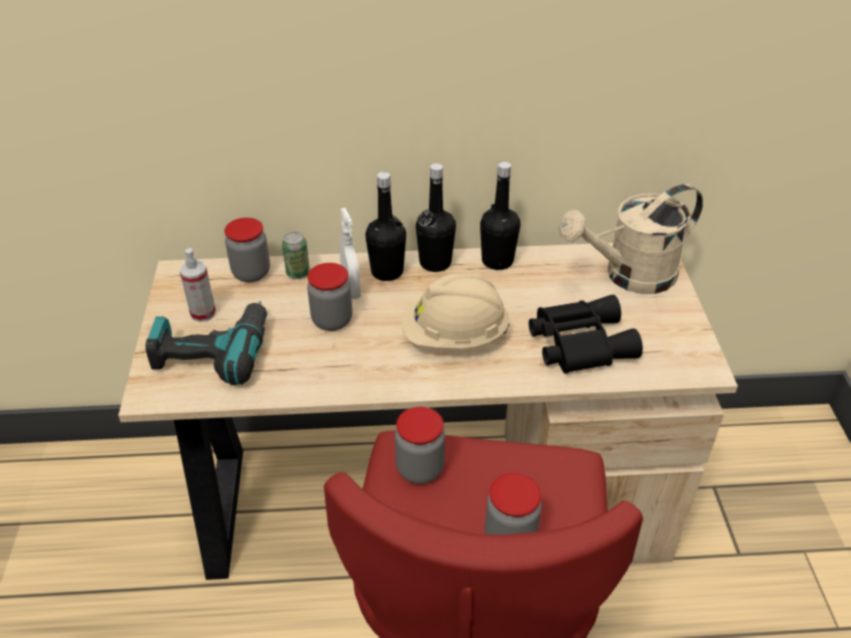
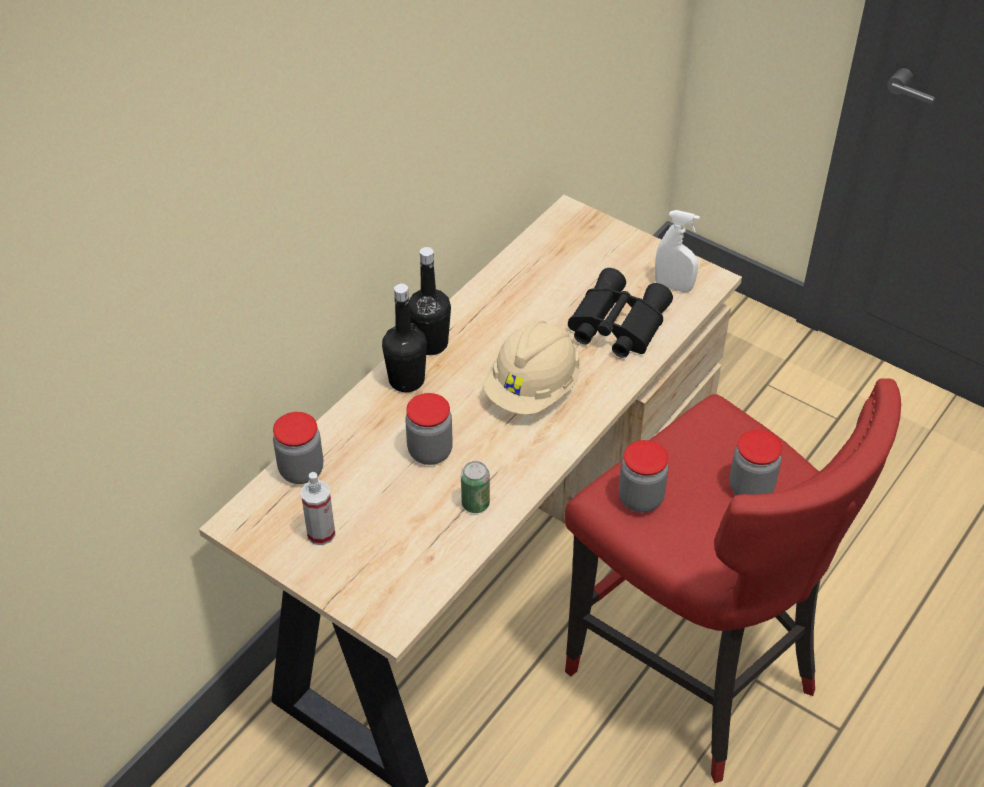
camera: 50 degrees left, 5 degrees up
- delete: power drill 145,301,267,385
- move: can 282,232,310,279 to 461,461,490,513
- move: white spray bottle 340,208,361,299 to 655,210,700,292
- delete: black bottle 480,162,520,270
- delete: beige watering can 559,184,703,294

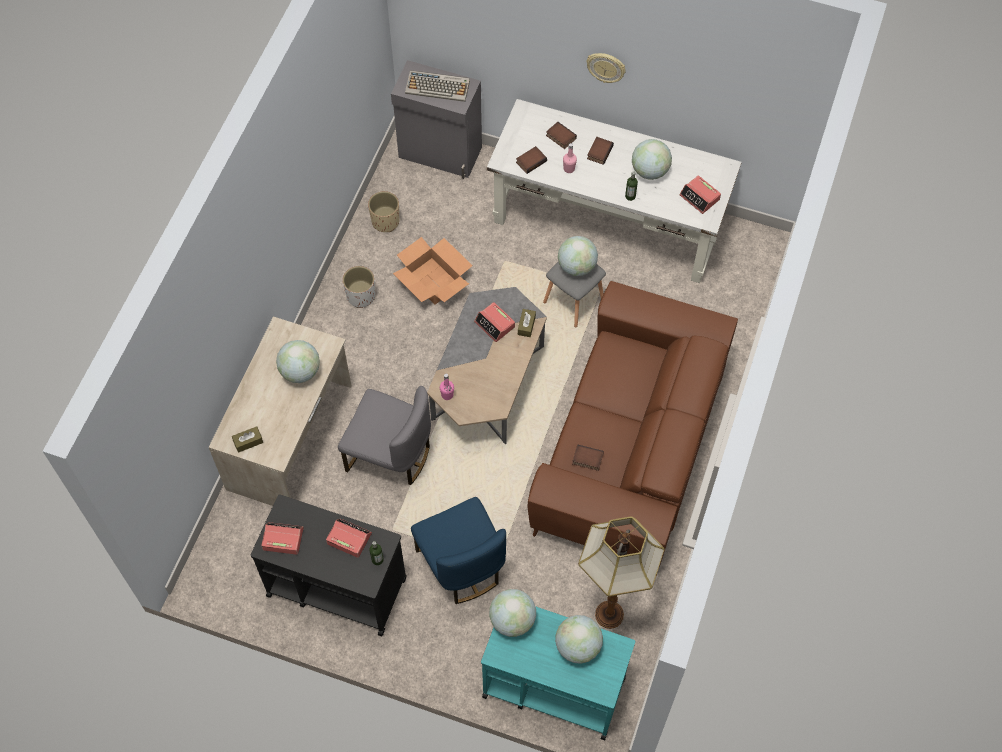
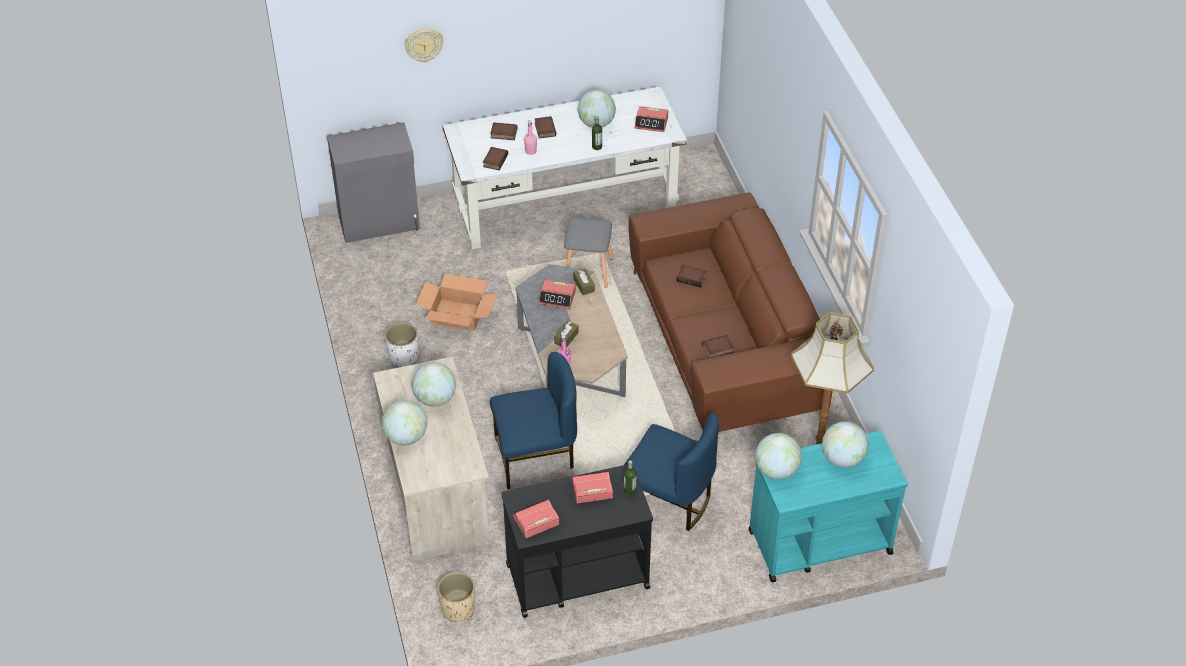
camera: 35 degrees left, 15 degrees down
- move: brown tissue box 232,426,263,453 to 554,321,579,348
- recolor: grey chair 338,386,431,485 to blue chair 490,352,577,489
- move: beige planter 368,191,400,232 to 438,572,475,622
- delete: keyboard 405,70,470,102
- move: globe 558,236,598,276 to 382,400,427,446
- move: wall clock 586,53,626,83 to 405,29,444,62
- insert: book 677,265,707,288

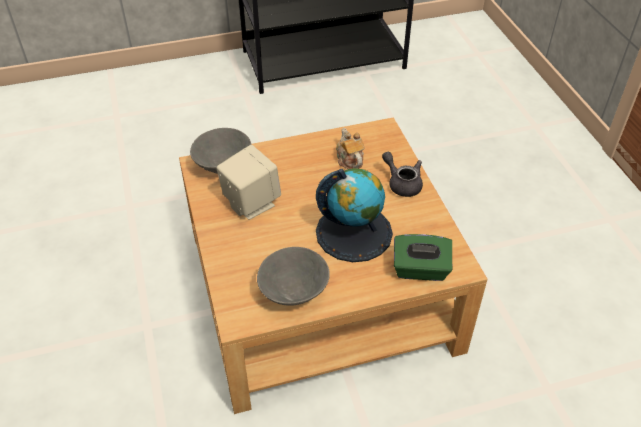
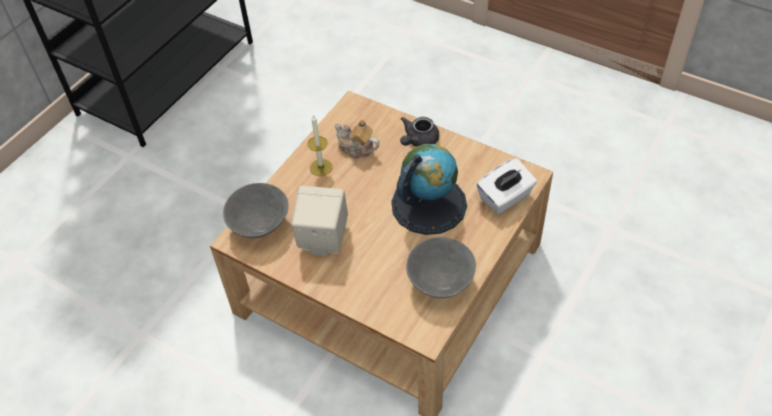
camera: 40 degrees left, 5 degrees up
- rotate: grey teapot 382,152,423,197 = 400,117,439,147 60 degrees counterclockwise
- recolor: green tissue box 394,234,452,281 to white tissue box 477,158,537,214
- insert: candle 308,115,333,176

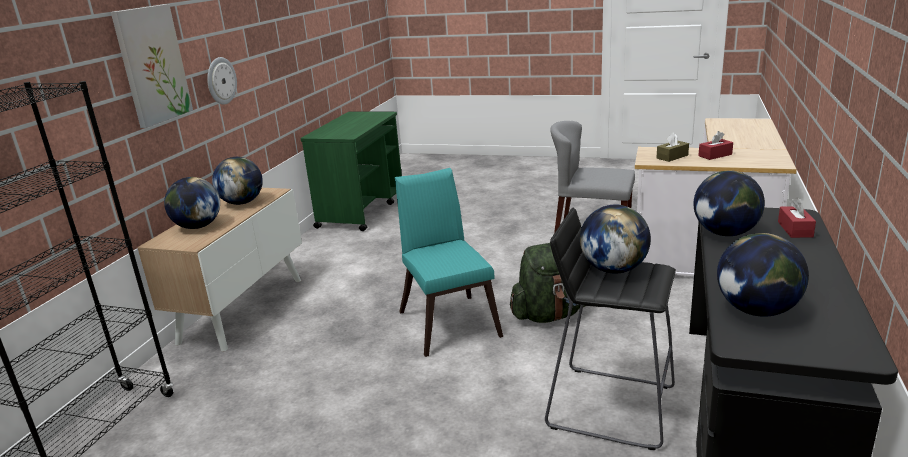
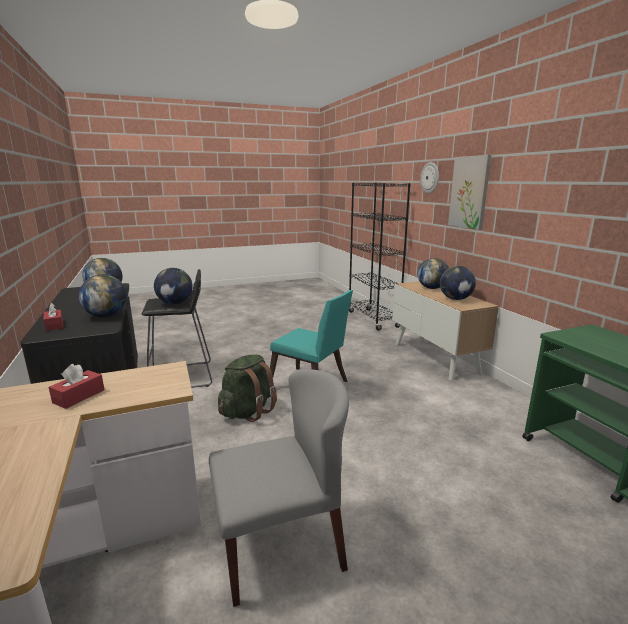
camera: 140 degrees right, 5 degrees down
- move: wall clock 207,57,237,105 to 420,162,439,193
- delete: brown tissue box 657,132,689,162

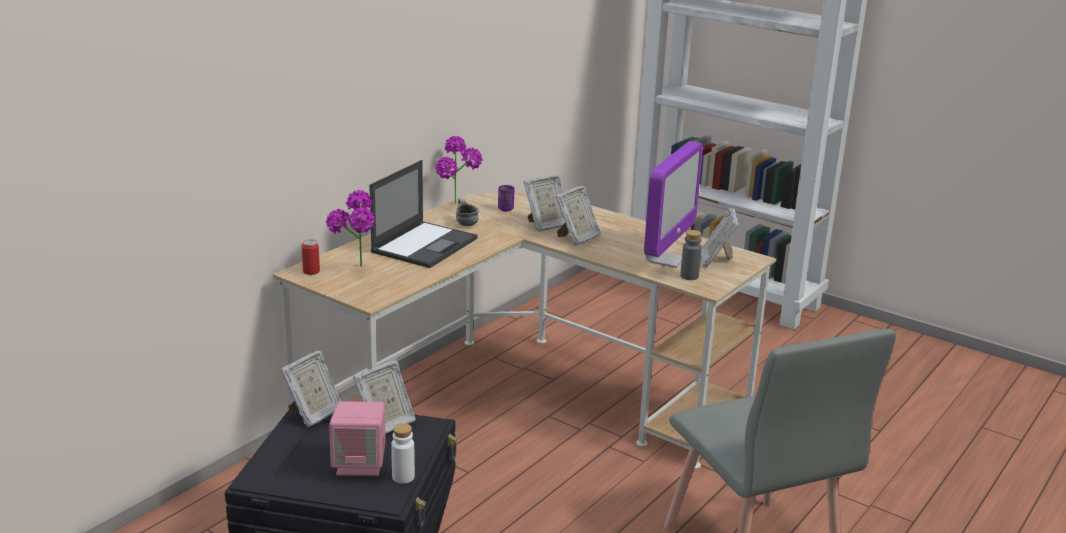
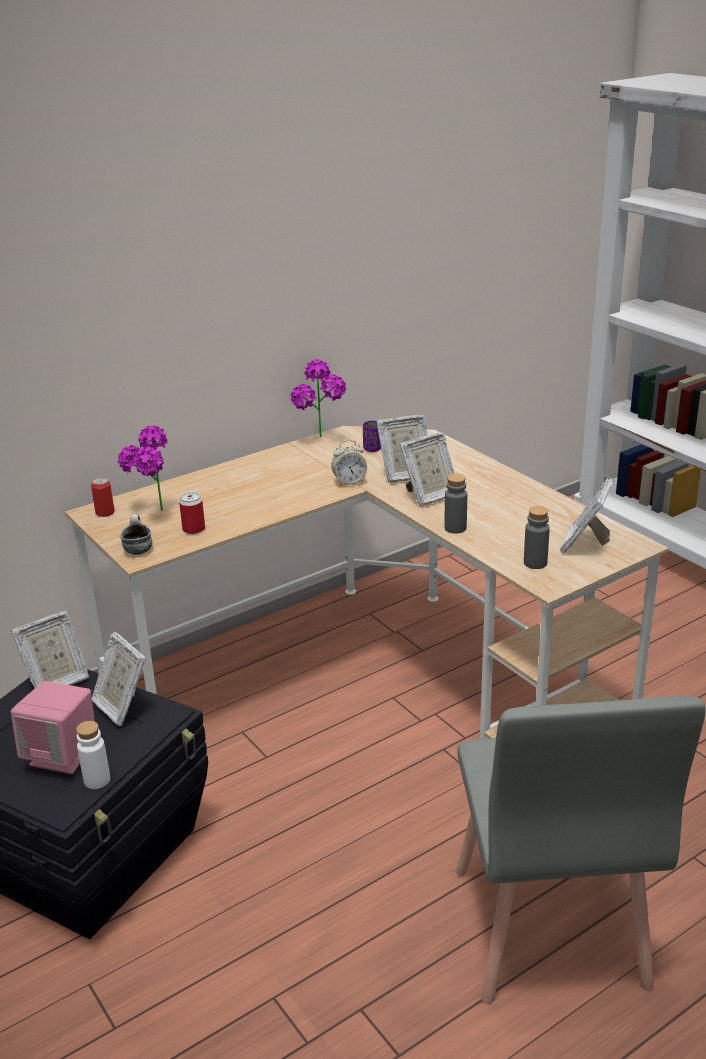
camera: 20 degrees right, 5 degrees up
- rotate: picture frame 353,360,416,434 = 92,632,146,726 75 degrees clockwise
- delete: laptop 369,160,478,268
- move: mug 456,198,479,226 to 119,514,152,555
- delete: monitor 644,141,703,268
- insert: can 179,492,205,534
- insert: alarm clock 331,440,367,486
- insert: grey bottle 445,474,467,534

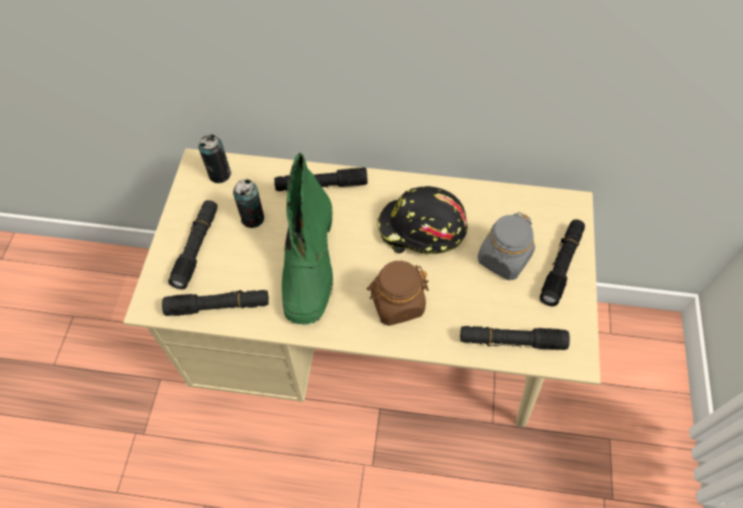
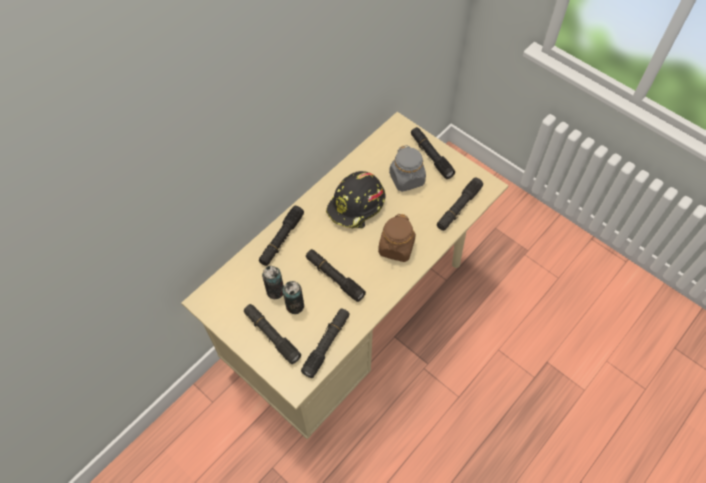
camera: 55 degrees left, 0 degrees up
- move: can 199,134,231,183 to 283,281,304,314
- replace: green boot 282,153,333,325 to black flashlight 306,249,366,302

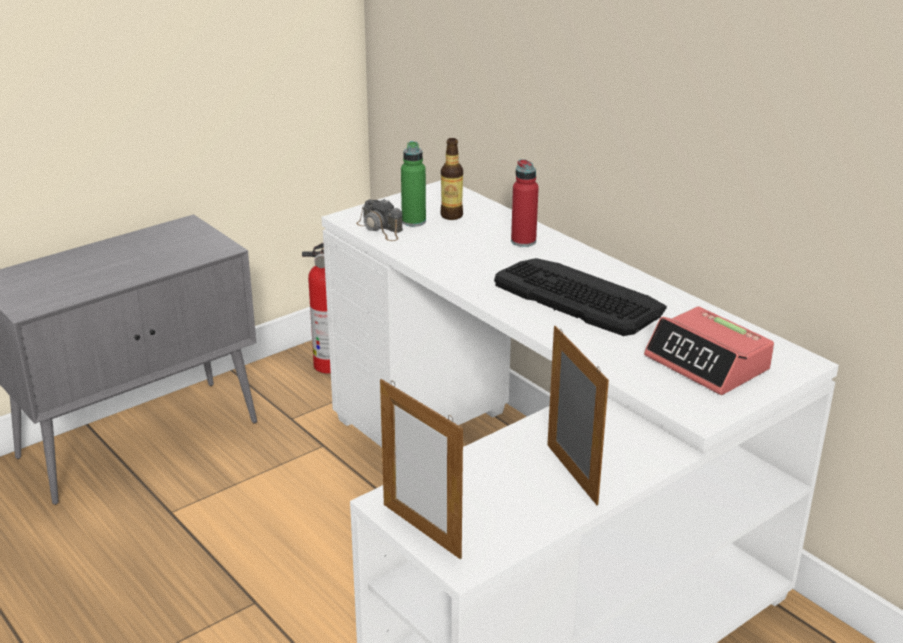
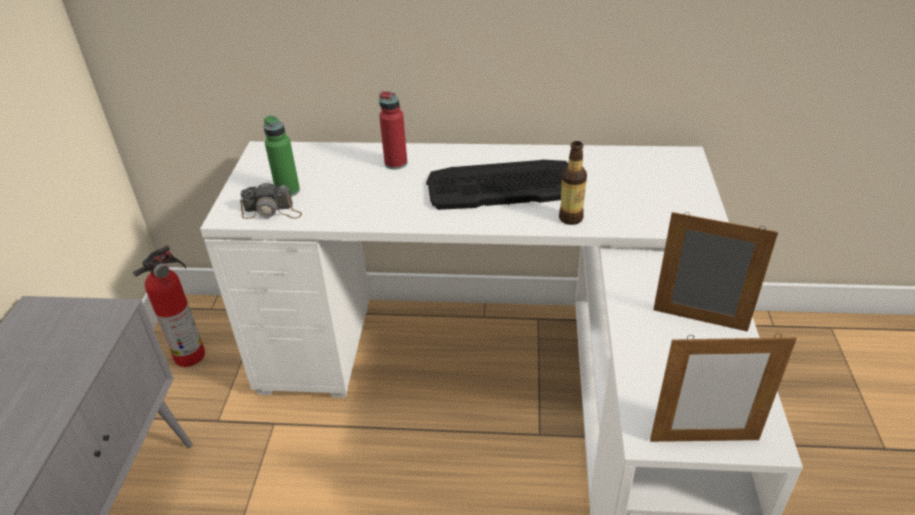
camera: 45 degrees left, 10 degrees up
- move: bottle 440,138,463,220 to 559,141,587,225
- delete: alarm clock 644,306,774,395

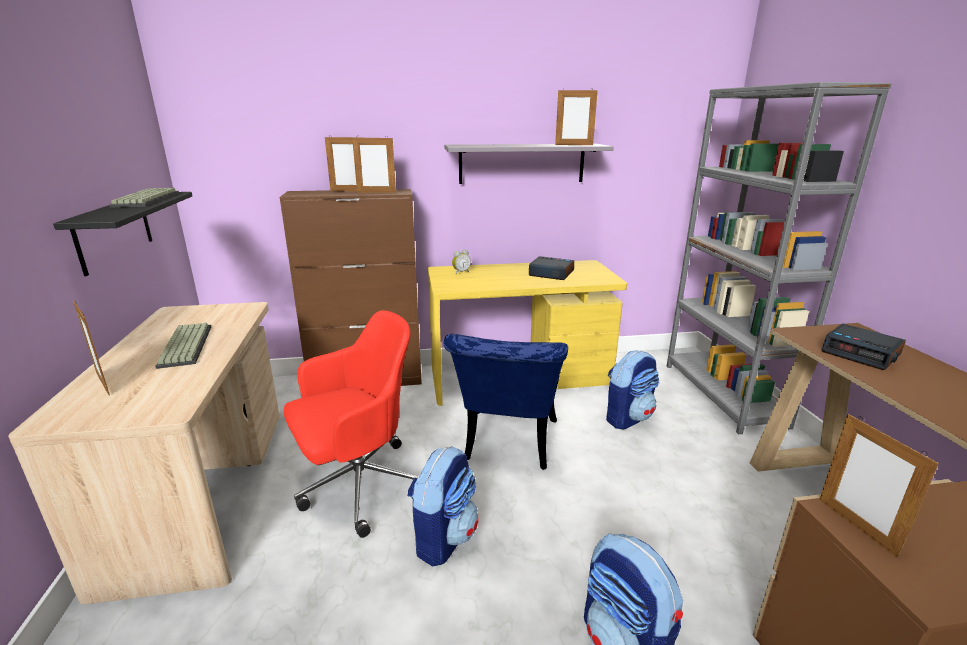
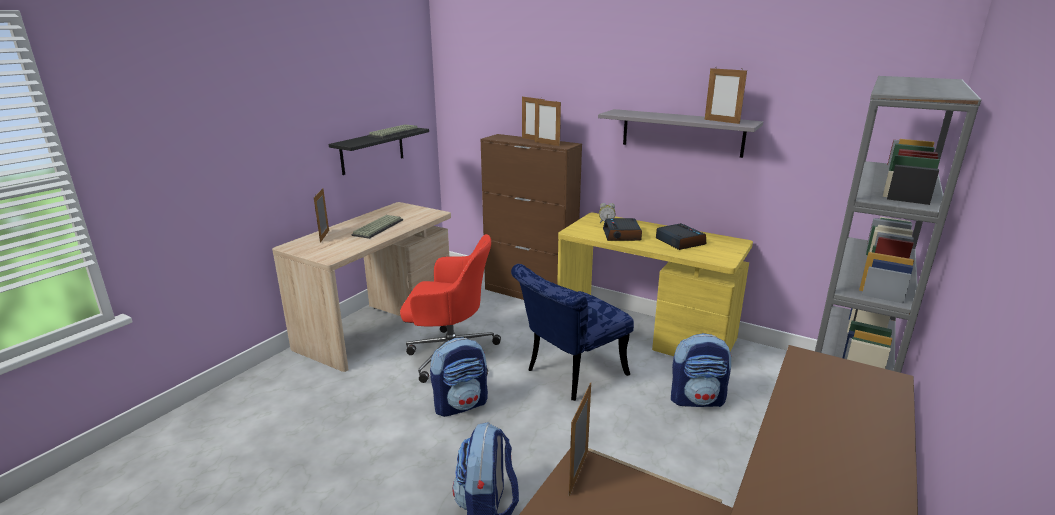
camera: 40 degrees right, 0 degrees up
- move: alarm clock 821,324,906,370 to 603,218,642,241

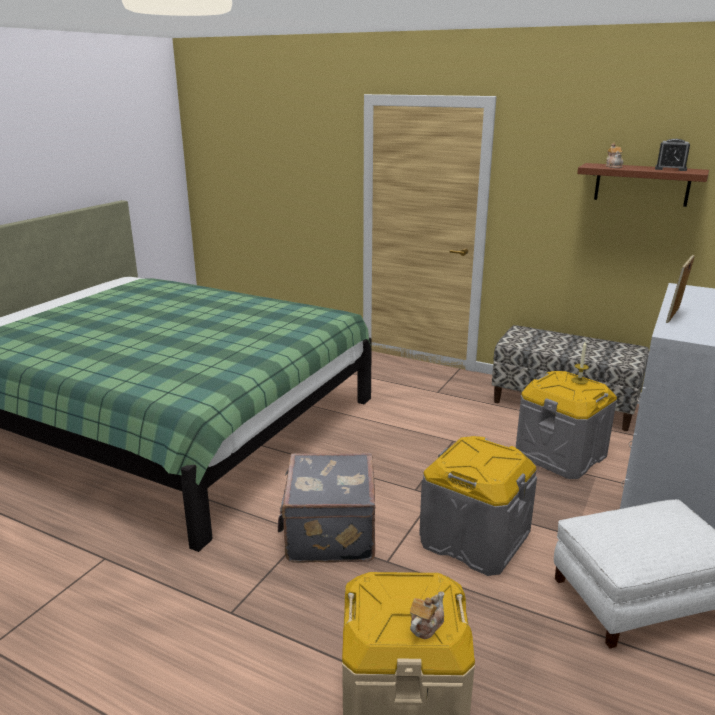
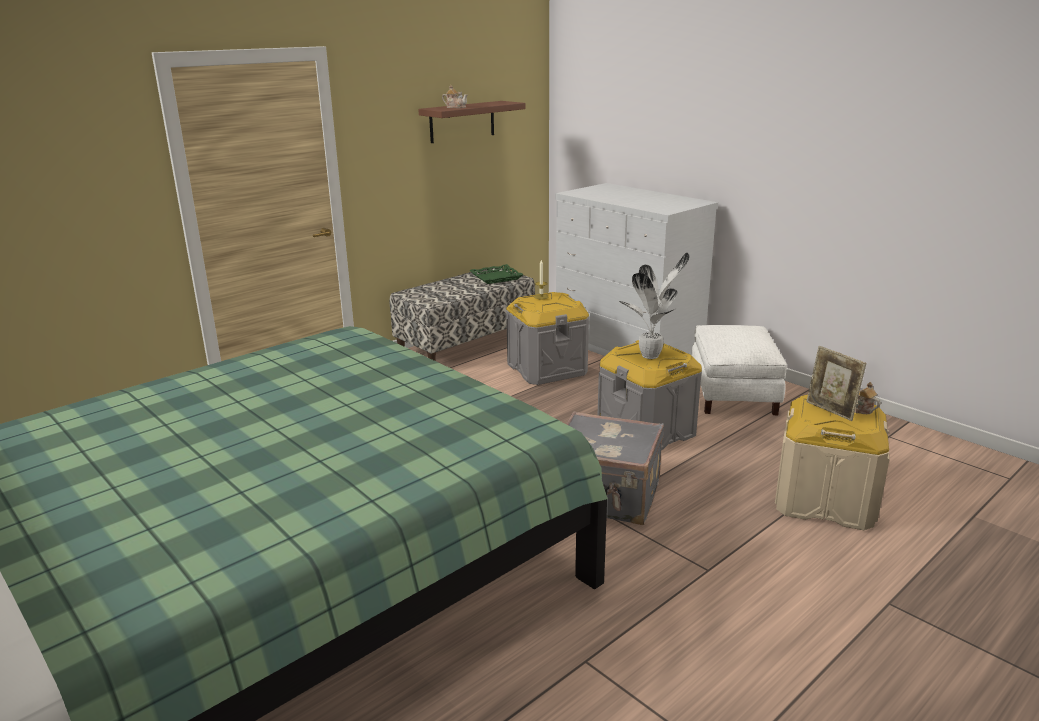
camera: 70 degrees left, 0 degrees up
- delete: alarm clock 655,139,690,171
- move: picture frame 666,255,694,323 to 807,346,866,421
- insert: green tray 469,264,524,284
- insert: potted plant 619,253,689,359

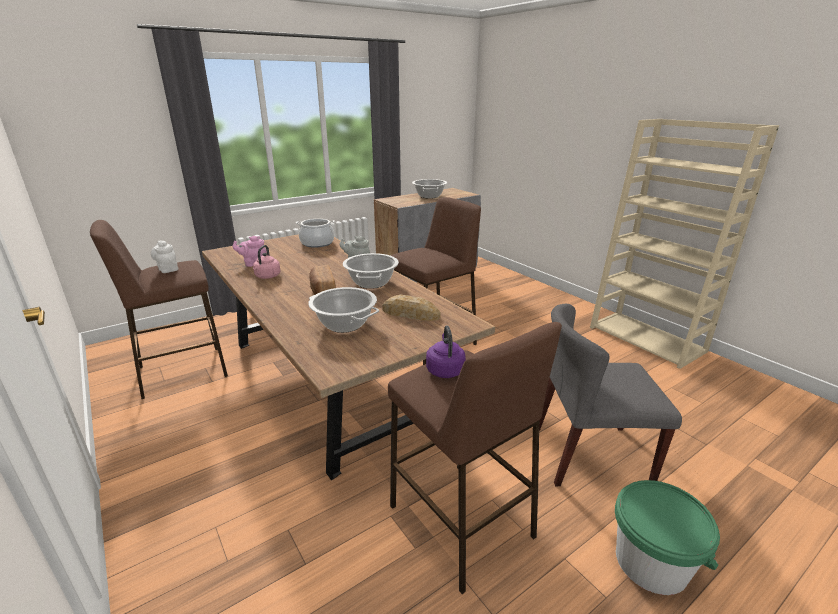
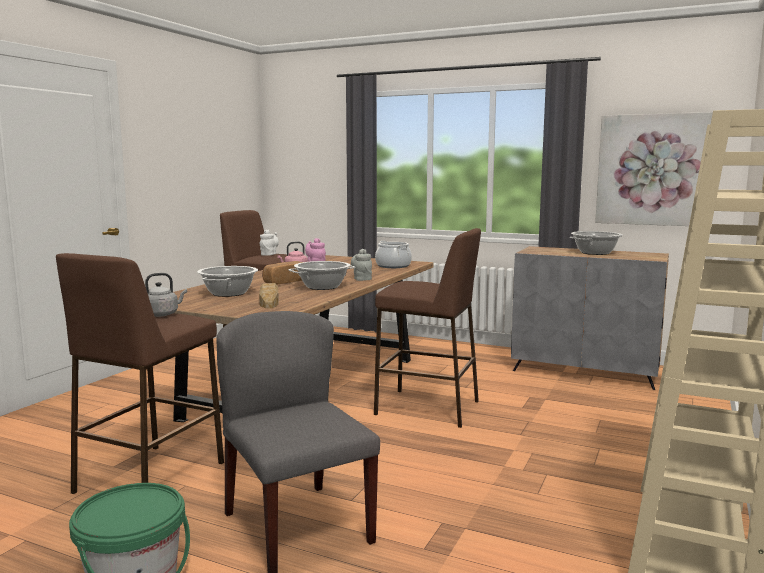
camera: 60 degrees right, 15 degrees down
- recolor: purple kettle 426,325,466,378 to grey kettle 145,273,187,317
- insert: picture 595,112,713,226

